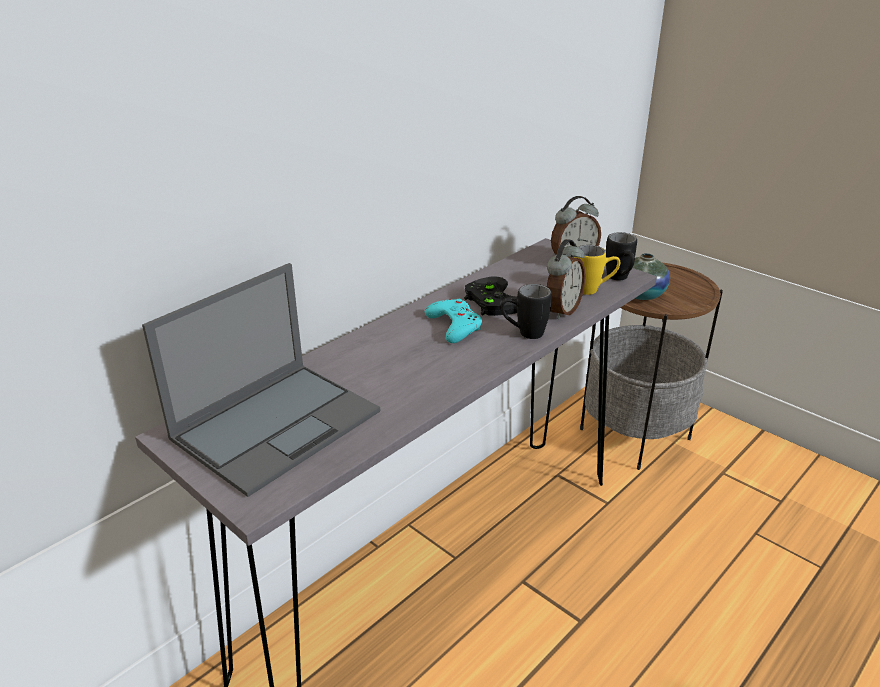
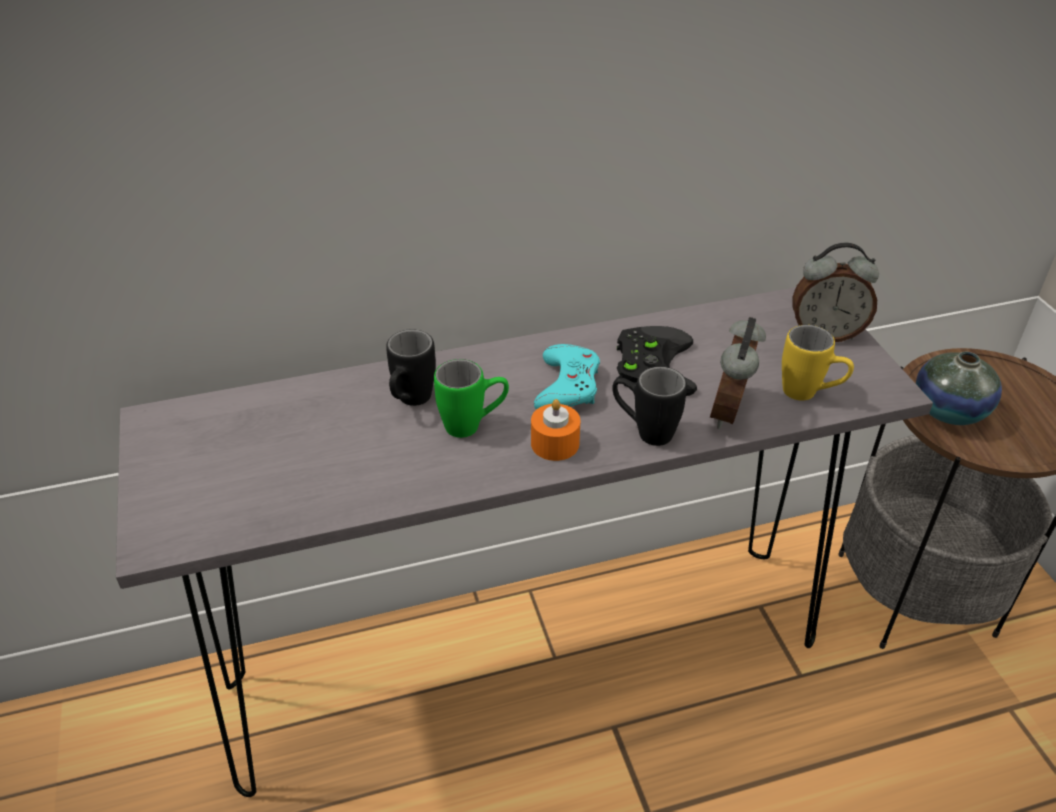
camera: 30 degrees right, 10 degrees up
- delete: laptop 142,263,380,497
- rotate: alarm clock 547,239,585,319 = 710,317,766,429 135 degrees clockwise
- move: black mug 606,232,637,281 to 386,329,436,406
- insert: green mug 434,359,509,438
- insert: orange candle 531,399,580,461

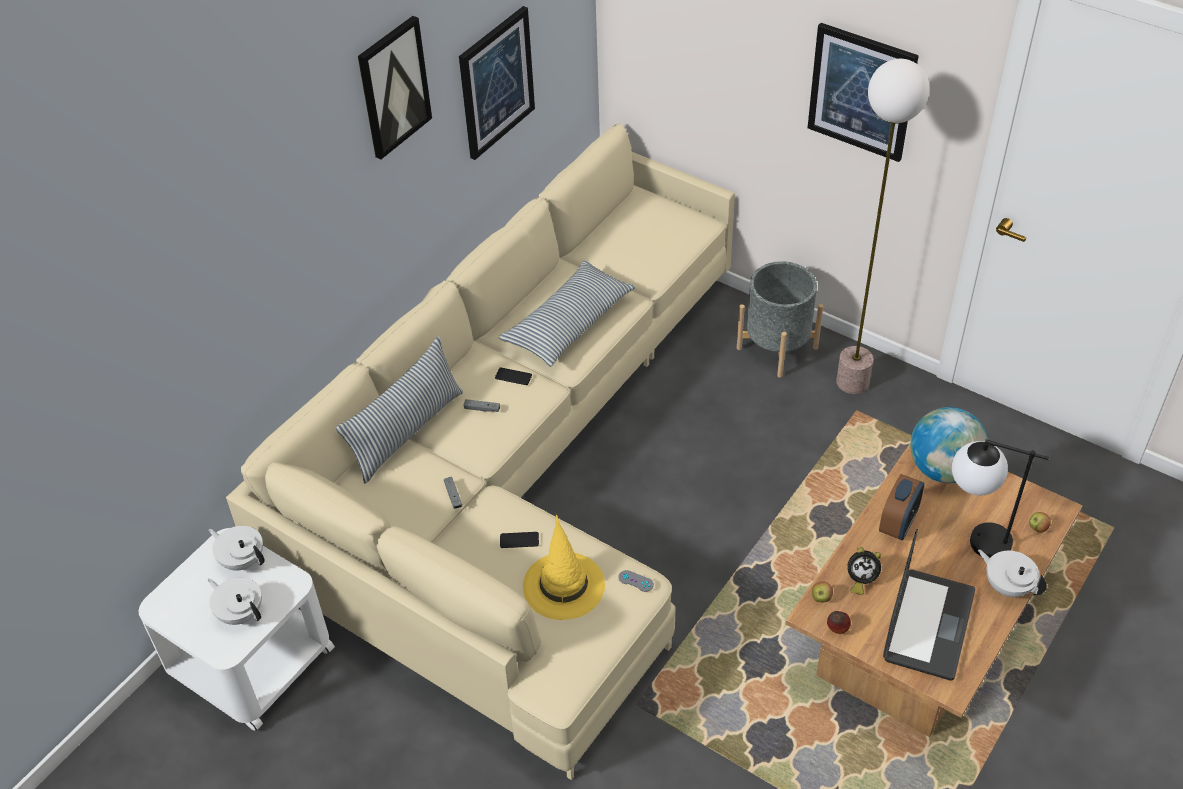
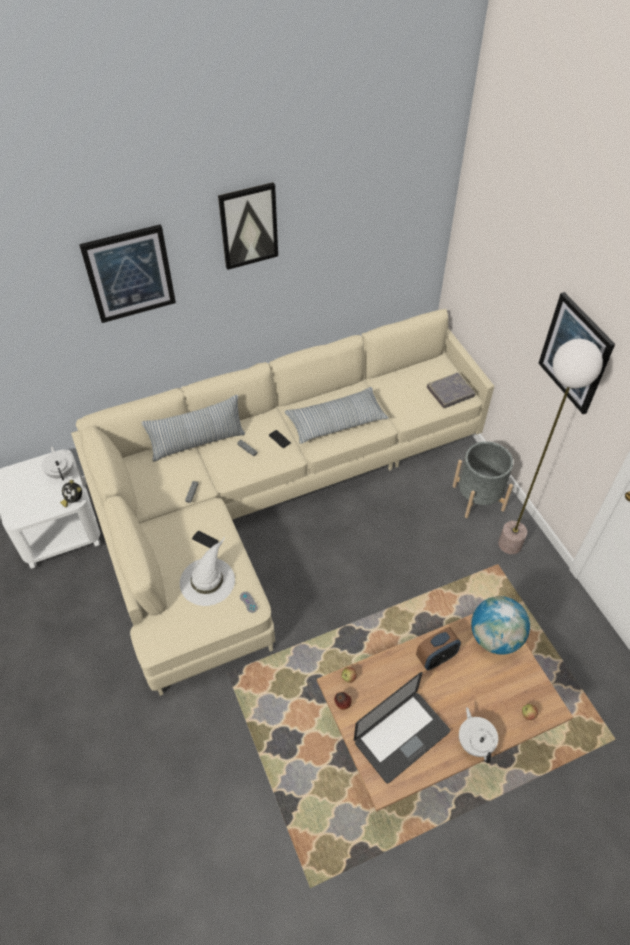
camera: 30 degrees right, 5 degrees up
- delete: white teapot 208,578,262,625
- move: picture 459,6,535,160 to 79,224,176,323
- recolor: yellow hat 523,514,605,620 to white hat 180,537,235,606
- move: alarm clock 847,547,881,595 to 60,480,82,507
- delete: table lamp 952,440,1049,558
- insert: grey book 427,373,476,408

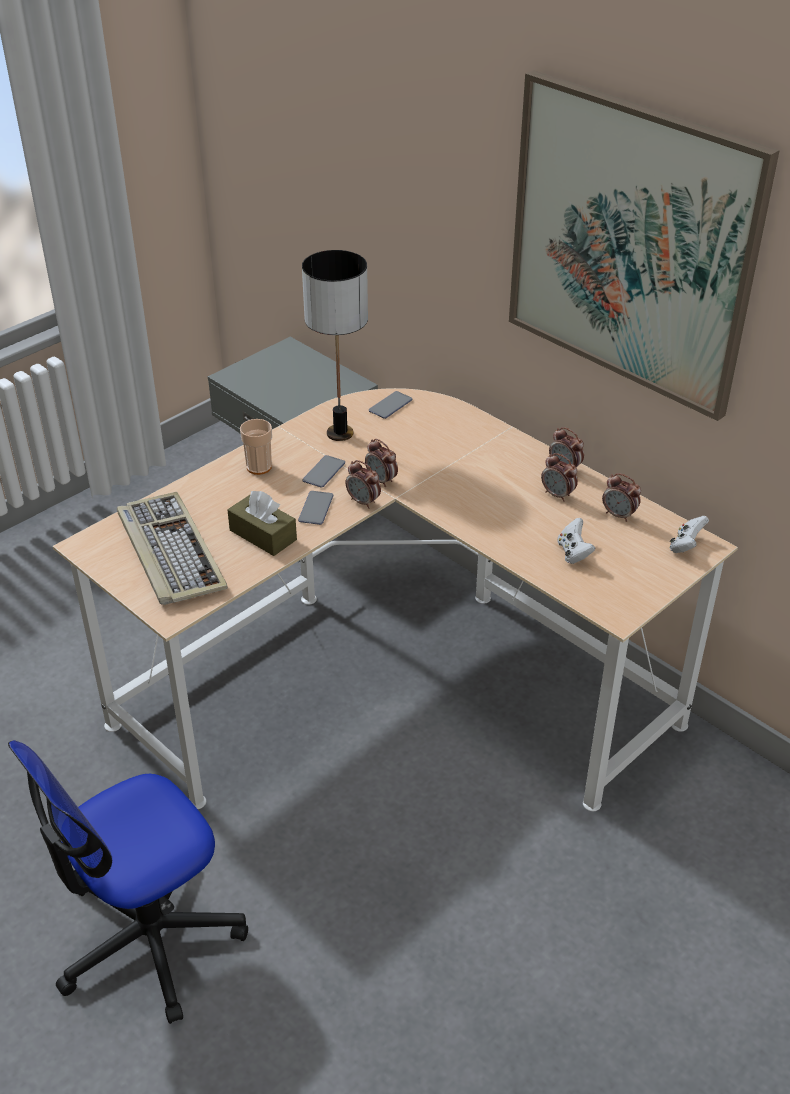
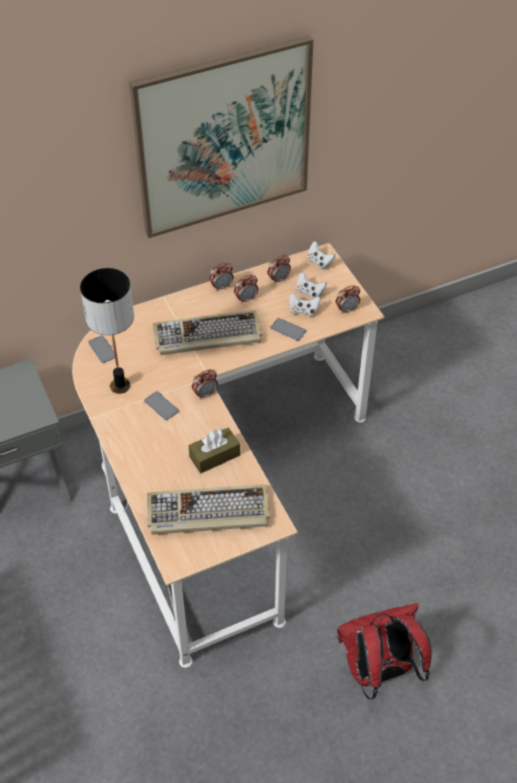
camera: 70 degrees left, 10 degrees up
- replace: office chair 8,740,248,1024 to red backpack 337,603,432,700
- delete: cup 240,419,272,475
- move: phone 298,491,333,525 to 270,318,306,341
- move: alarm clock 365,439,398,487 to 336,285,360,314
- insert: keyboard 153,310,262,355
- insert: white game controller 296,272,327,299

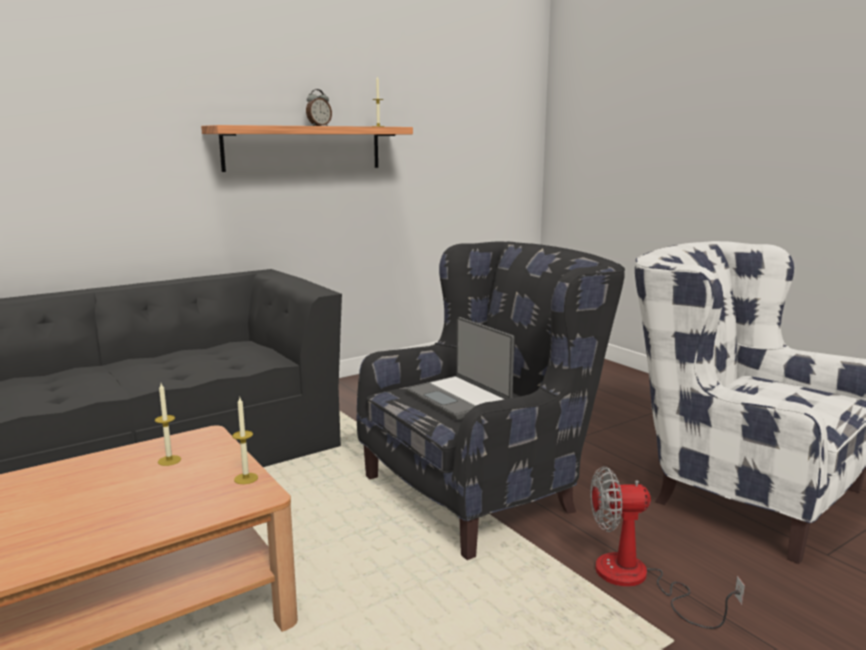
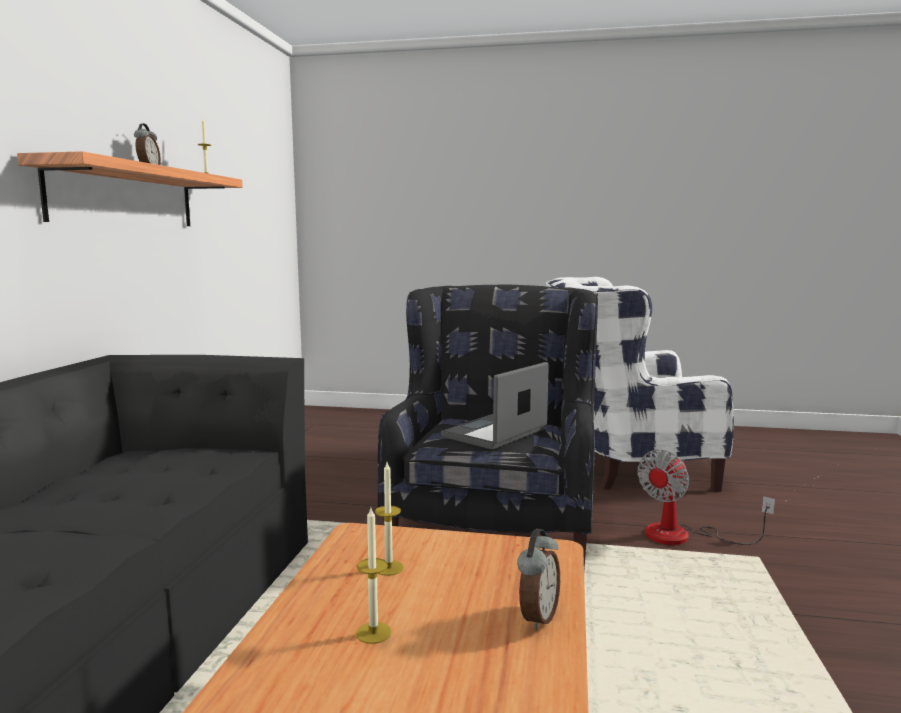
camera: 45 degrees left, 5 degrees down
- move: candle 232,398,258,484 to 356,508,392,644
- rotate: laptop 406,317,514,420 = 441,362,549,450 120 degrees clockwise
- insert: alarm clock 517,529,560,630

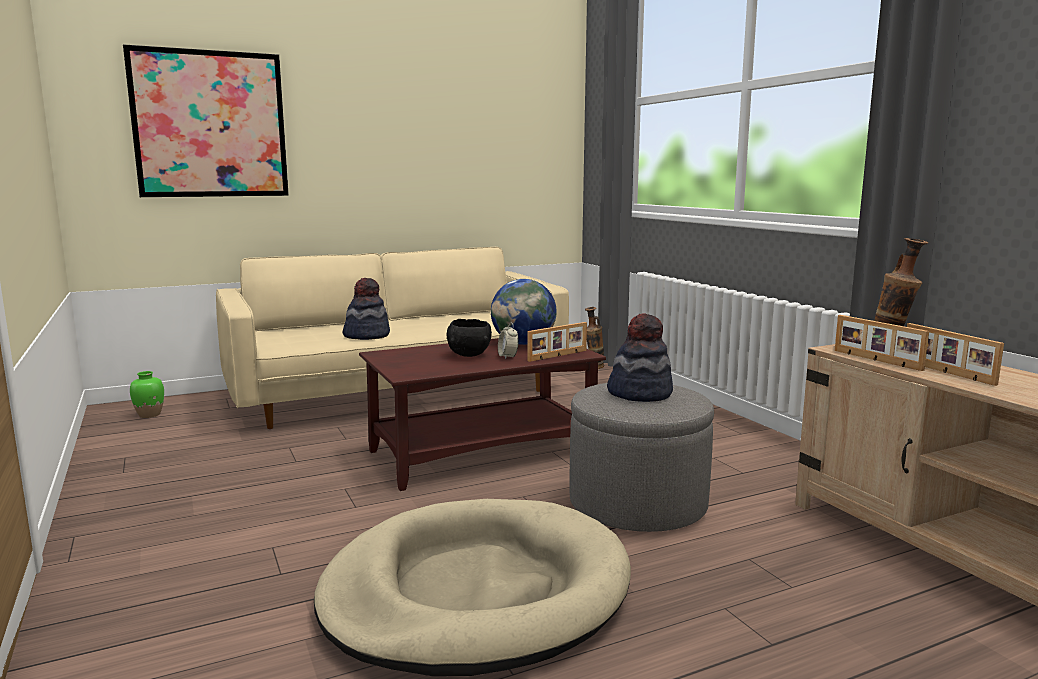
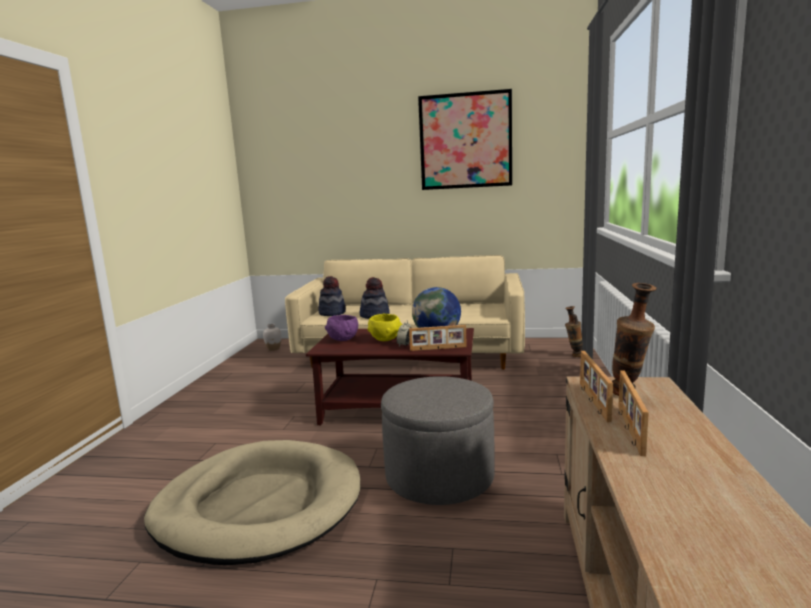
camera: 35 degrees right, 0 degrees up
- move: picture 123,44,289,197 to 418,89,512,190
- recolor: green vase 130,371,164,418 to white vase 263,324,281,351
- recolor: black bowl 447,319,492,357 to yellow bowl 368,313,402,341
- move: hat 607,313,673,402 to 318,276,346,316
- insert: purple bowl 325,315,358,341

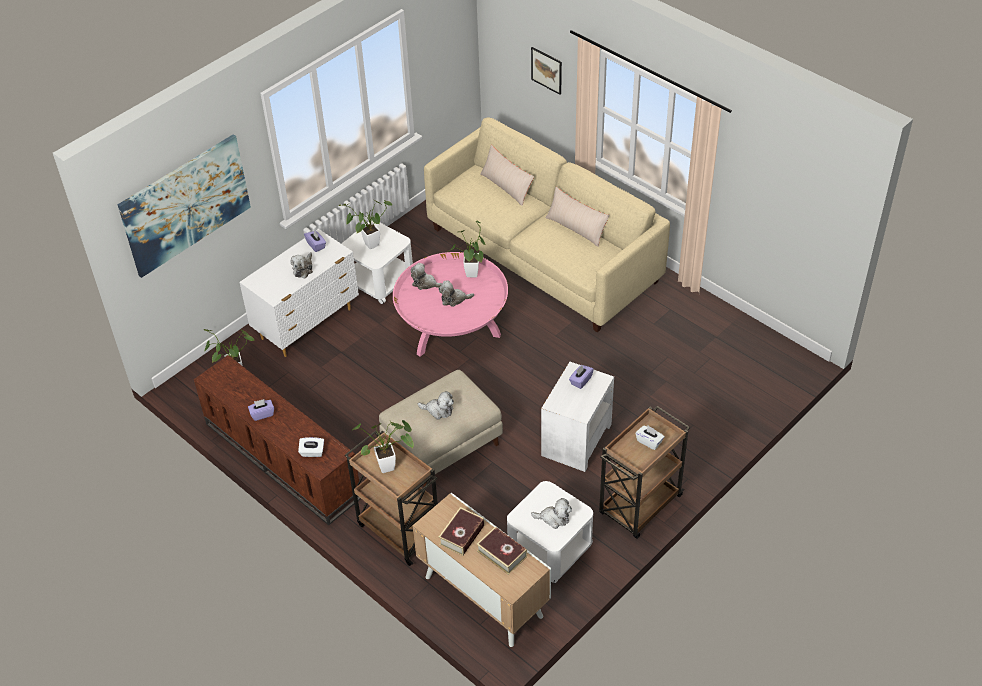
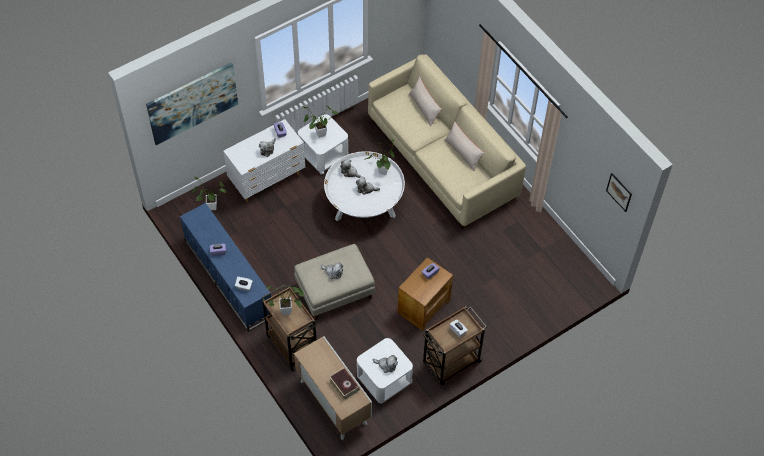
camera: 10 degrees right, 10 degrees up
- recolor: brown tv stand 194,355,361,525 to blue tv stand 180,203,271,332
- recolor: pink coffee table 393,252,508,357 to white coffee table 324,151,405,221
- delete: book 439,507,485,556
- move: picture 531,47,562,95 to 606,173,632,212
- recolor: white side table 541,362,614,472 to brown side table 397,257,453,331

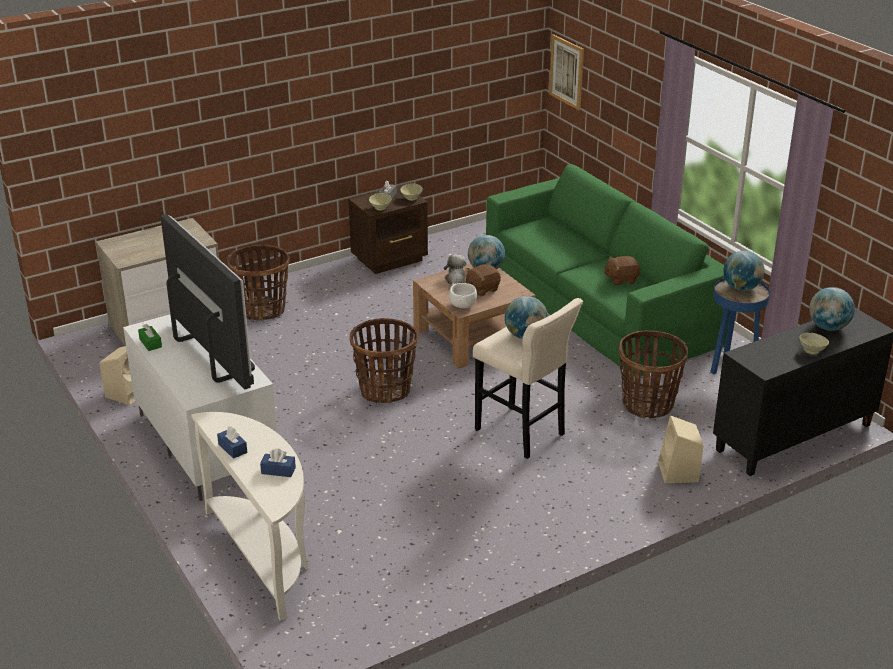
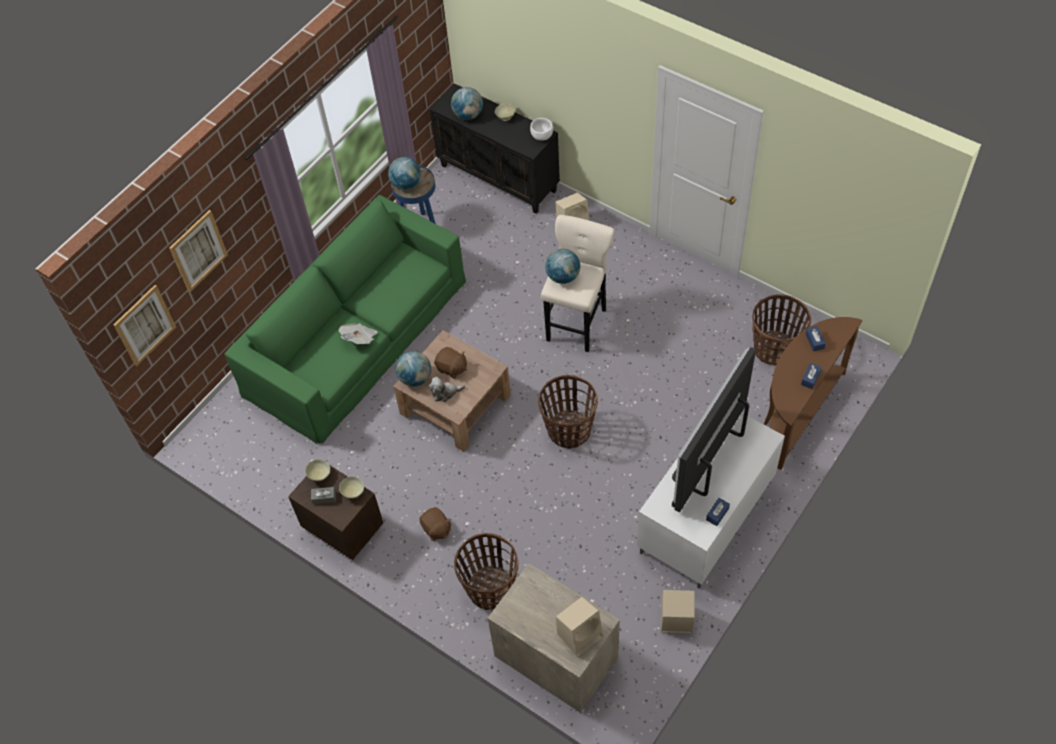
camera: 110 degrees left, 25 degrees up
- recolor: green tissue box 138,324,162,351 to blue tissue box 706,498,730,526
- recolor: white console table 191,412,309,621 to brown console table 764,317,862,470
- move: white bowl 449,283,477,308 to 530,118,553,141
- move: brown plush toy 603,256,640,286 to 420,507,451,541
- move: basket 619,331,688,419 to 752,294,811,366
- insert: picture 169,210,228,292
- insert: newspaper 338,323,378,344
- insert: beige speaker 556,597,603,657

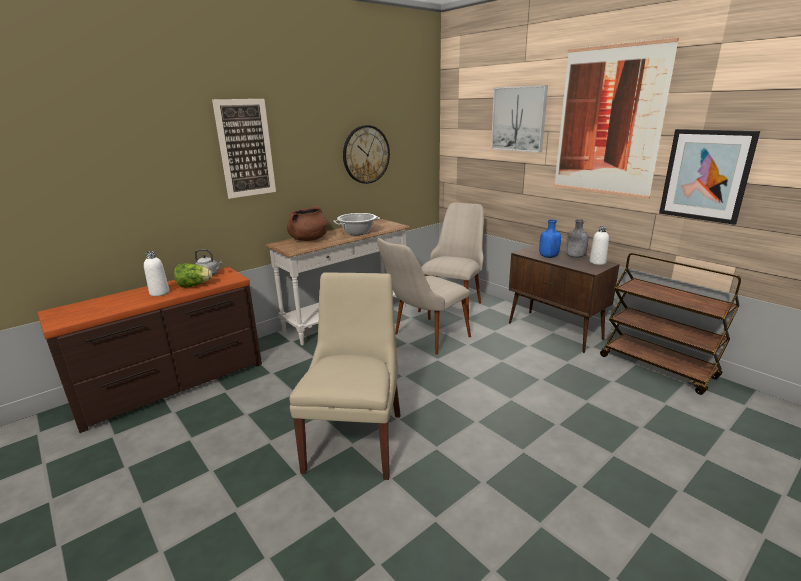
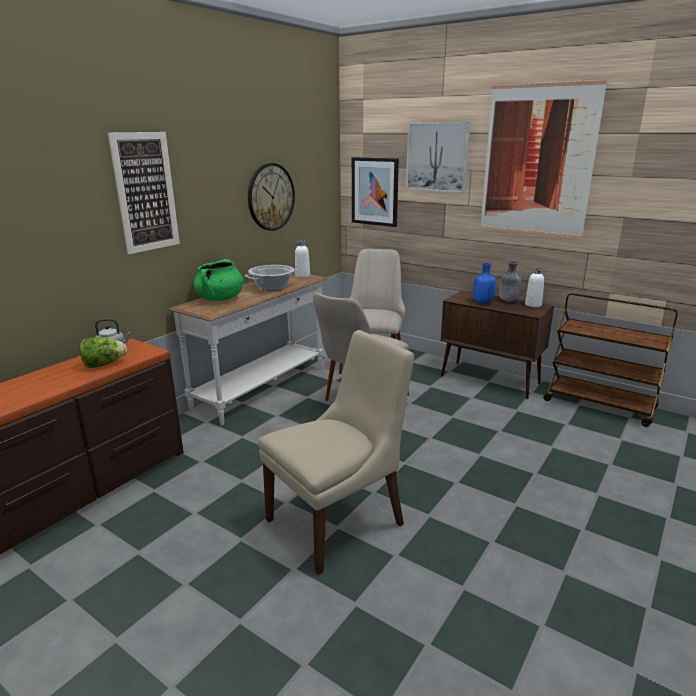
camera: 15 degrees left, 0 degrees up
- move: white bottle 144,251,170,296 to 295,240,310,278
- recolor: brown cooking pot 287,206,329,241 to green cooking pot 194,259,244,301
- rotate: beige chair 289,272,400,480 = 258,330,414,575 60 degrees clockwise
- move: picture 659,129,760,225 to 352,157,399,227

